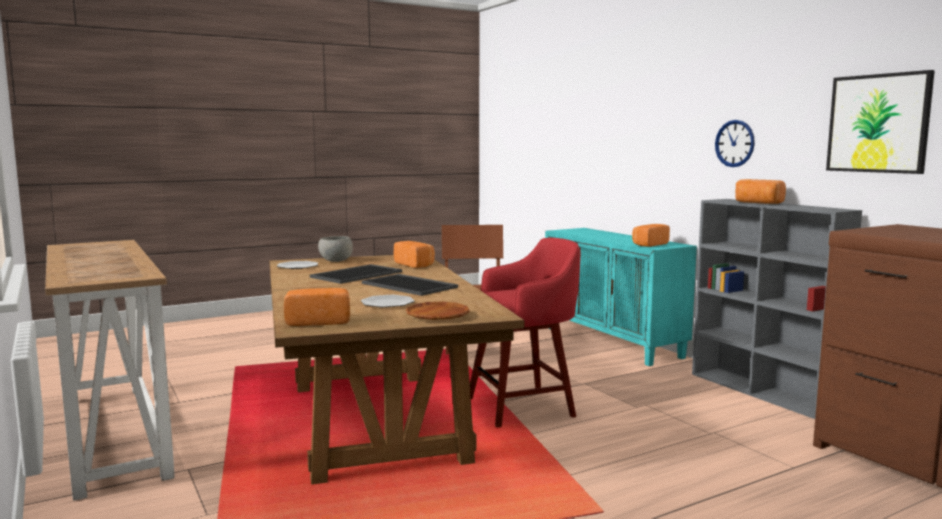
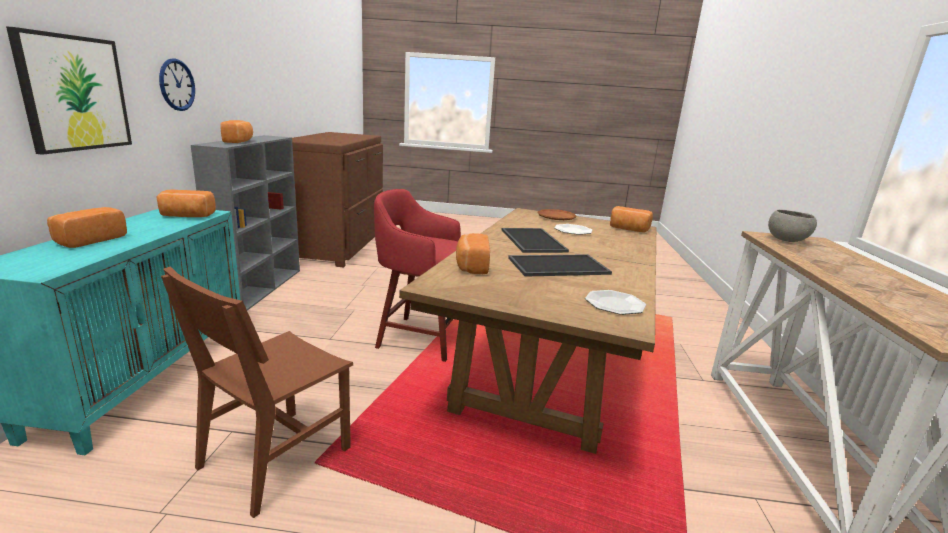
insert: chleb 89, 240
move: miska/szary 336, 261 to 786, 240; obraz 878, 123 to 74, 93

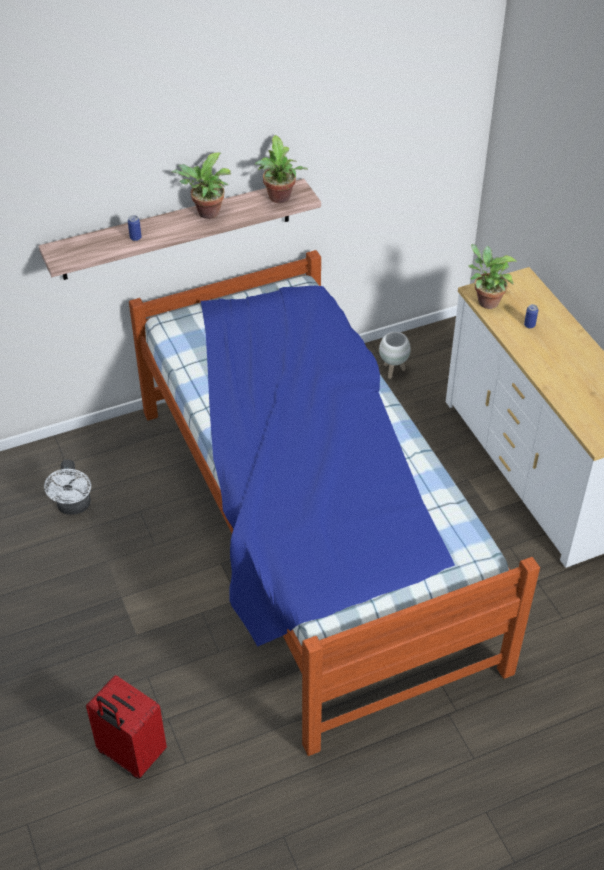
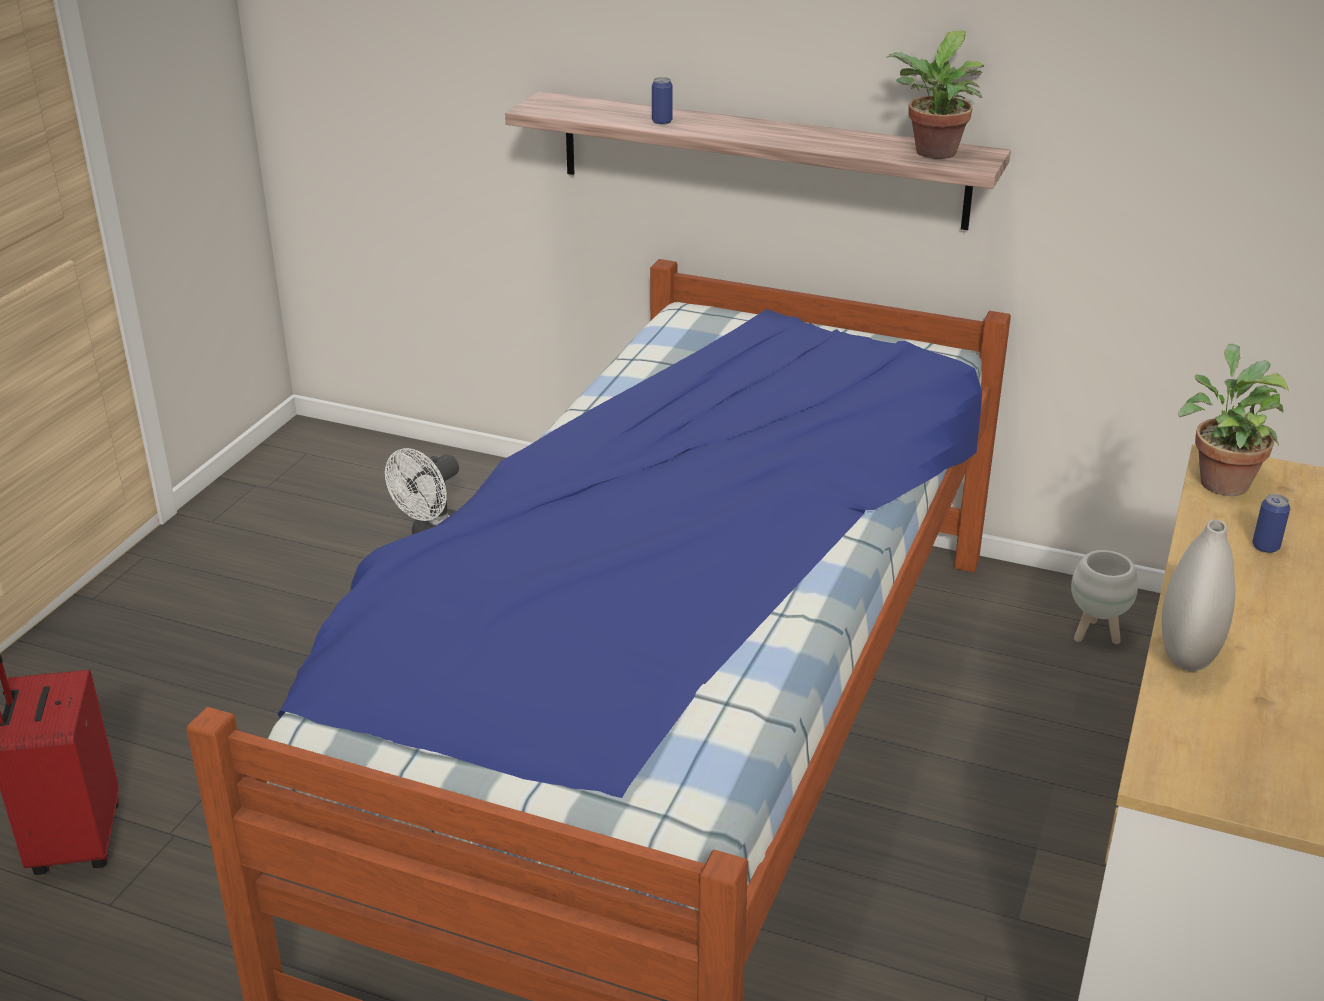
delete: roślina doniczkowa 206, 214
insert: wazon/biały 1188, 650

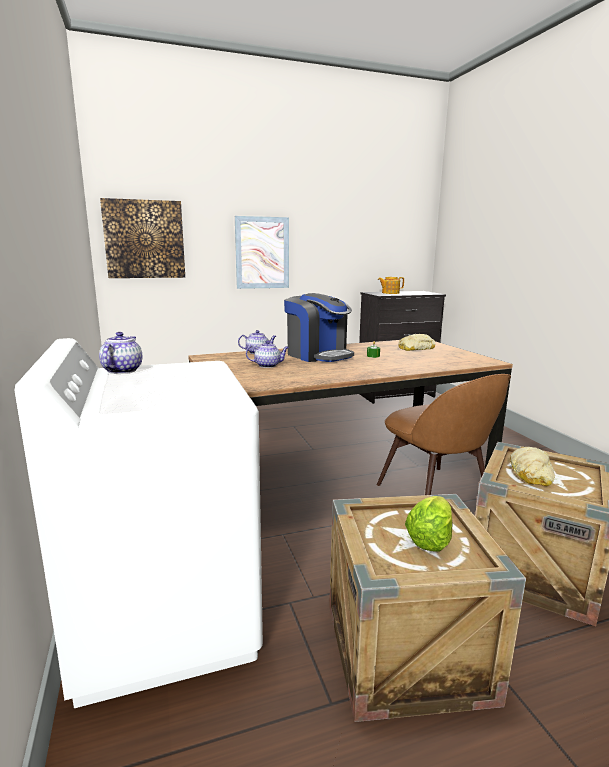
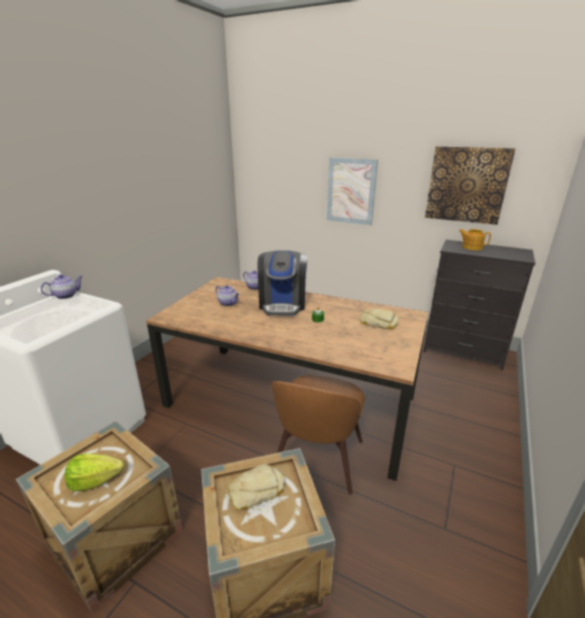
move: obraz 144, 239 to 466, 185

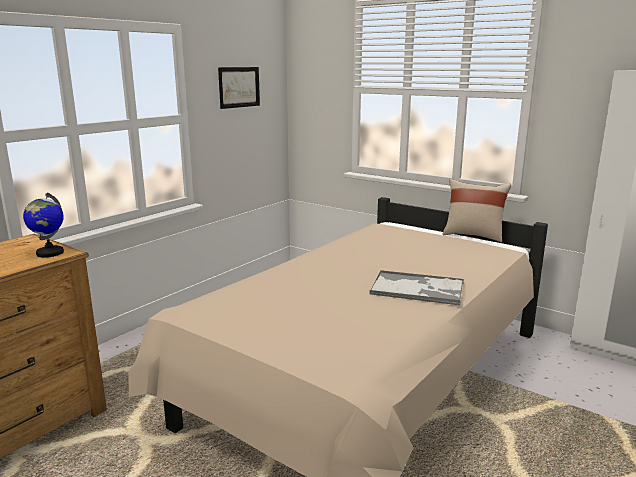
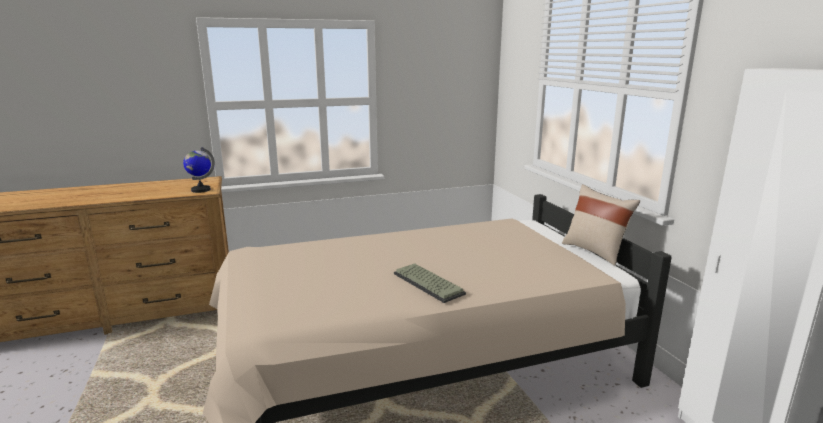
delete: obraz 239, 87
replace: taca 418, 289 to klawiatura 430, 283

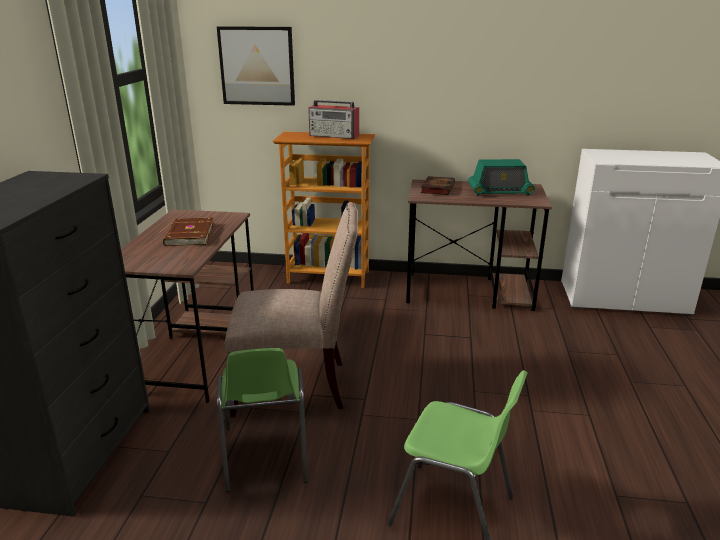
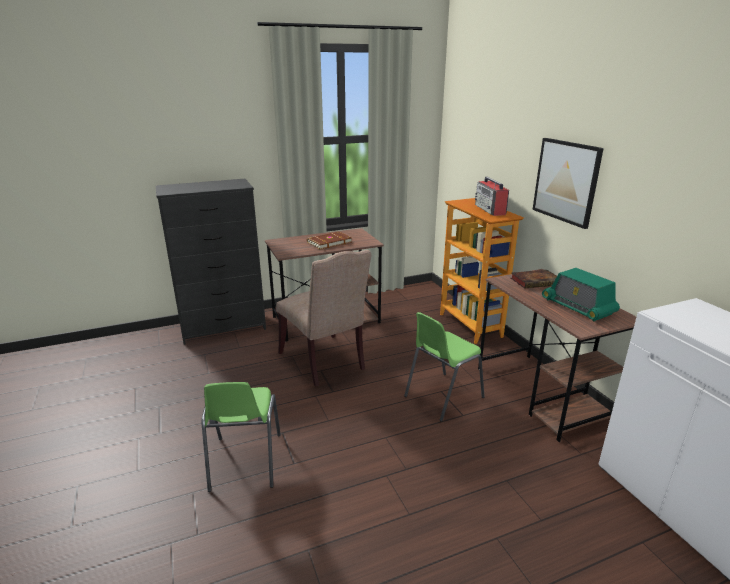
move: obraz 257, 66 to 566, 181; krzesło/zielony 265, 455 to 442, 396

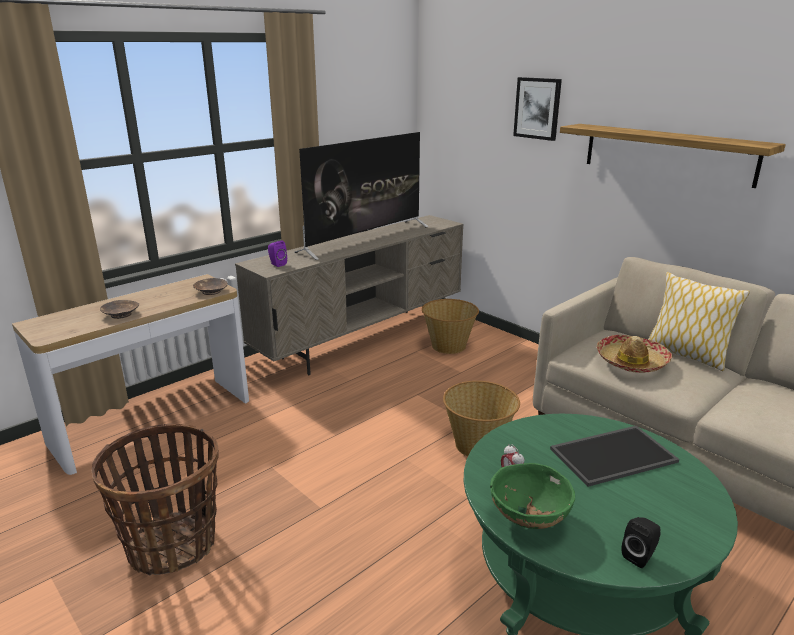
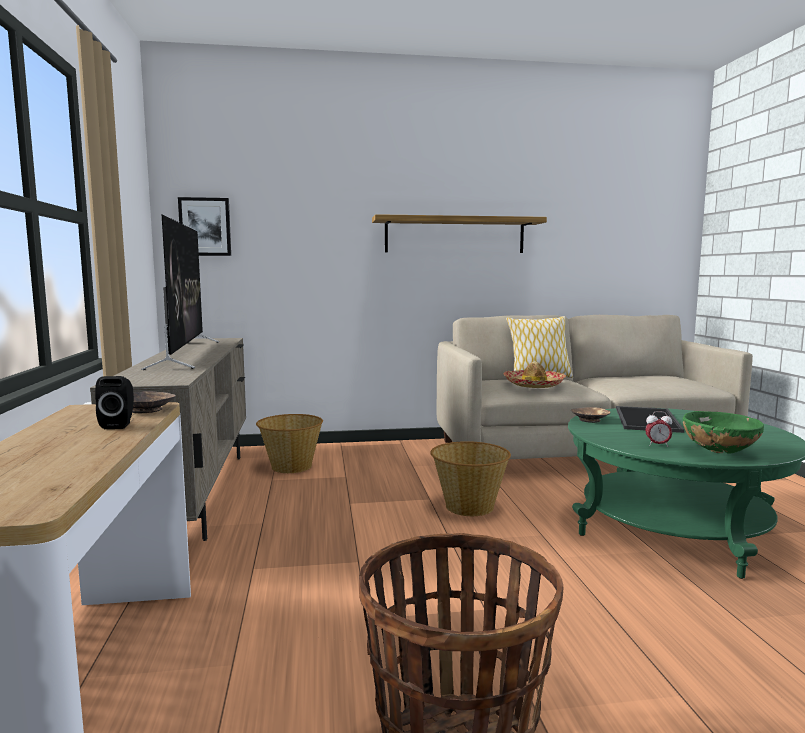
delete: głośnik/fioletowy 277, 264
move: miska/brązowy 121, 315 to 590, 420; obraz 537, 108 to 205, 227; głośnik/czarny 639, 556 to 119, 425

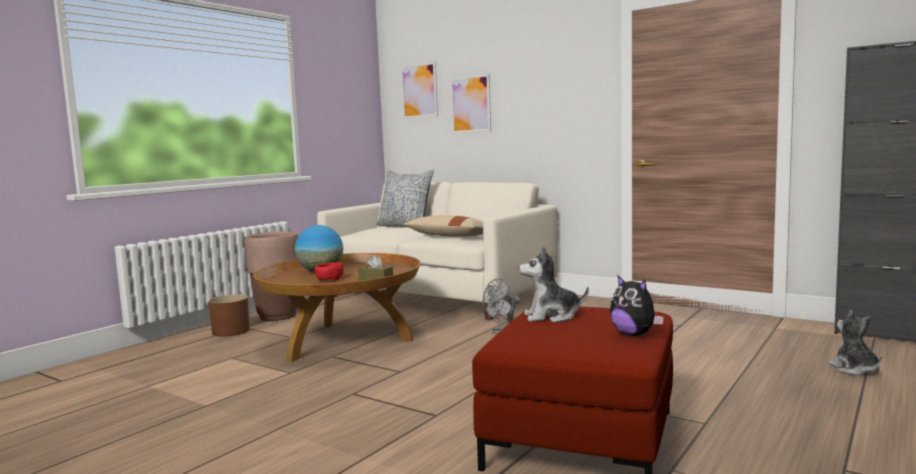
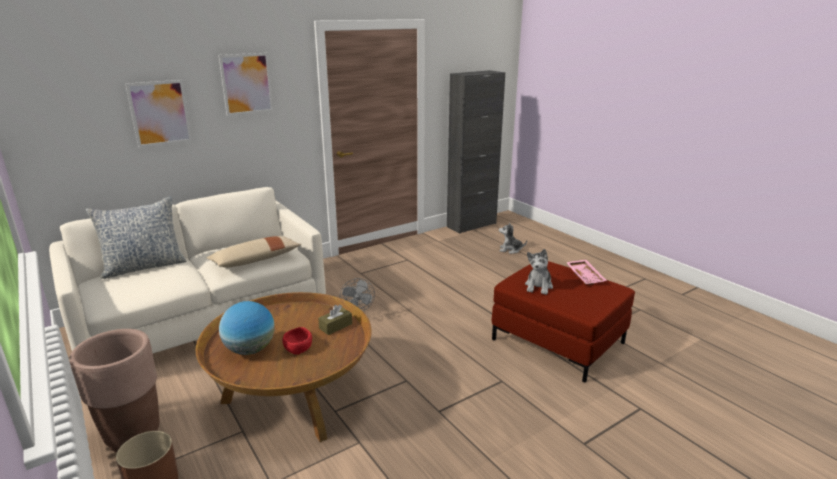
move: obraz 419, 90 to 247, 84
replace: pluszak 634, 334 to taca/różowy 586, 276

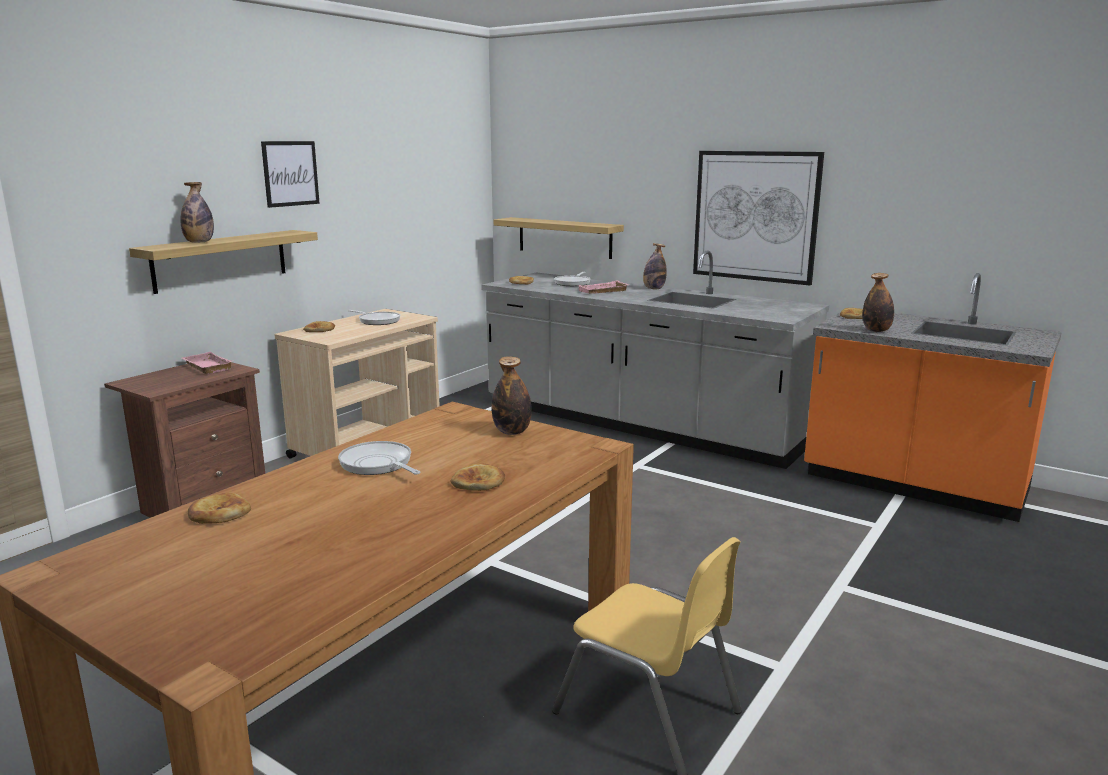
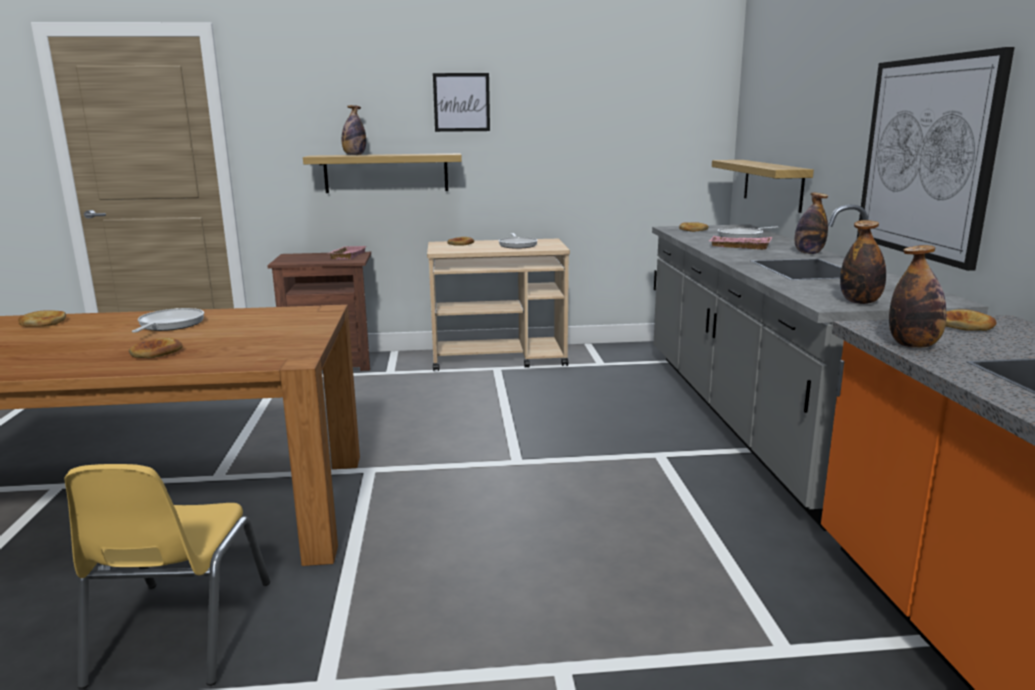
move: butelka 512, 432 to 860, 302

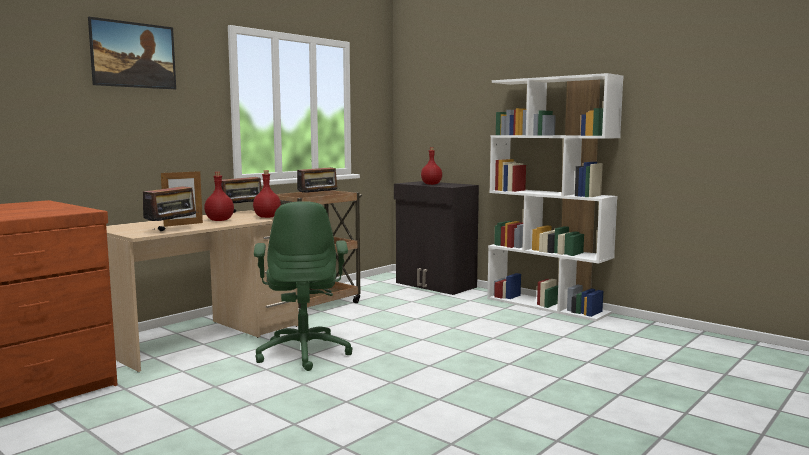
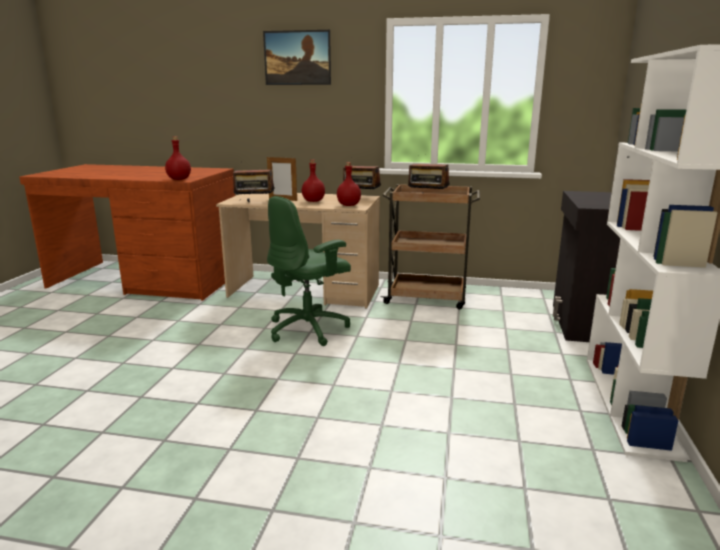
move: butelka/czerwony 431, 184 to 179, 179

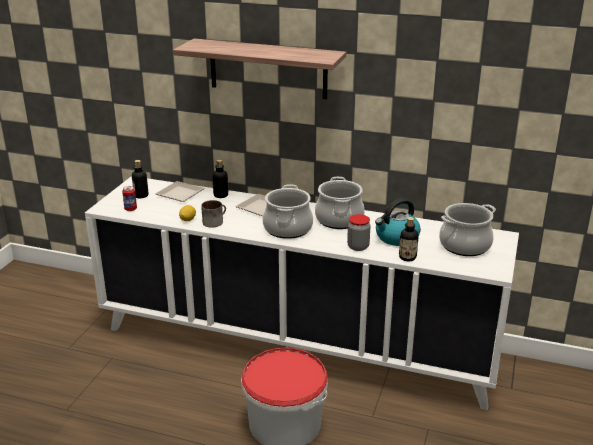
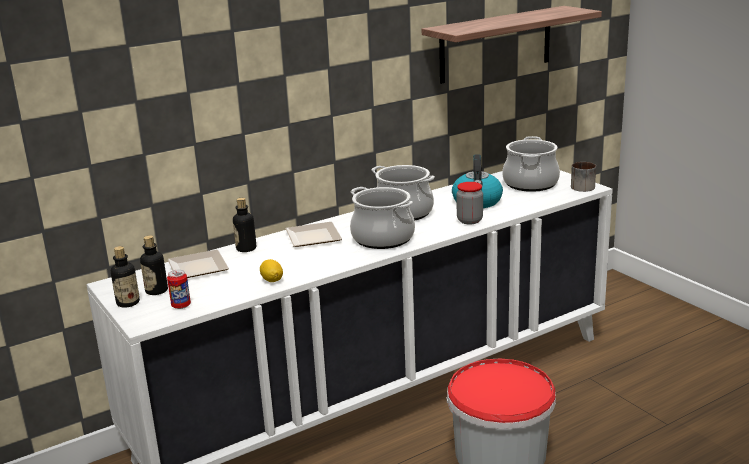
move: półka 268, 69 to 496, 44; kubek 214, 221 to 580, 186; butelka 407, 257 to 128, 303

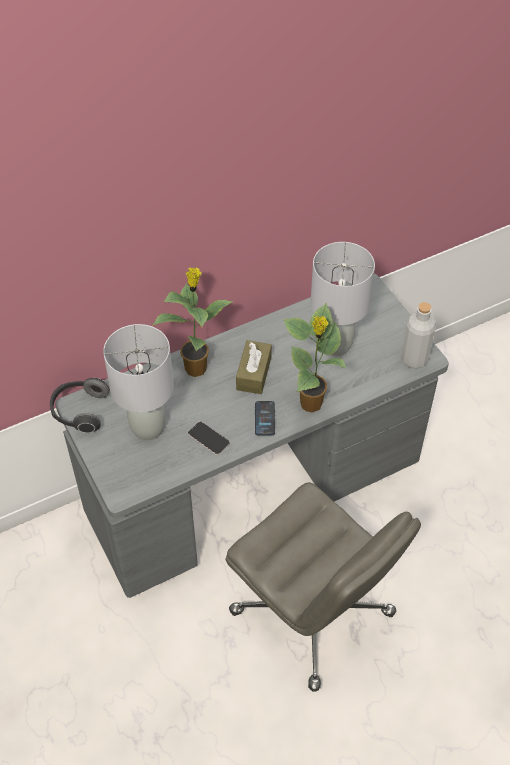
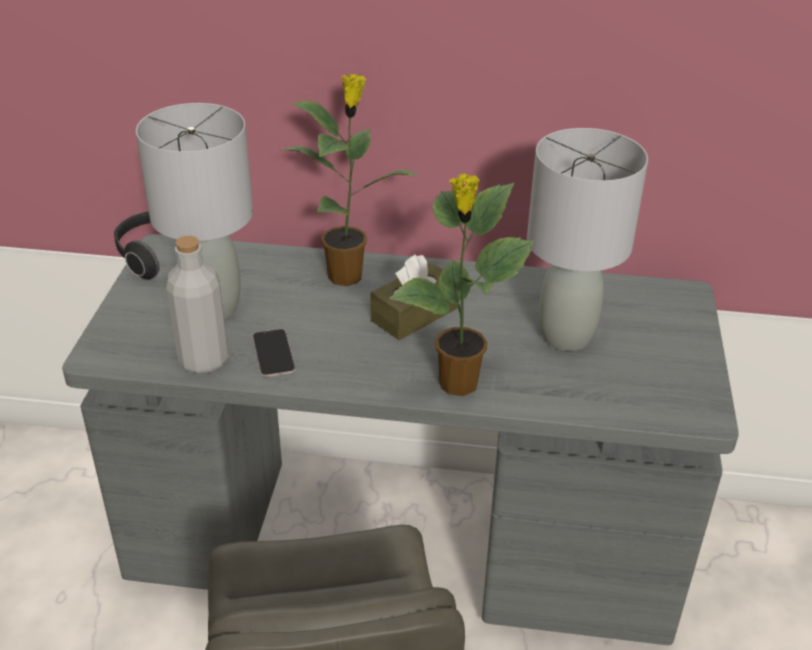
delete: telefon 264, 418
move: butelka/szary 414, 359 to 203, 360

